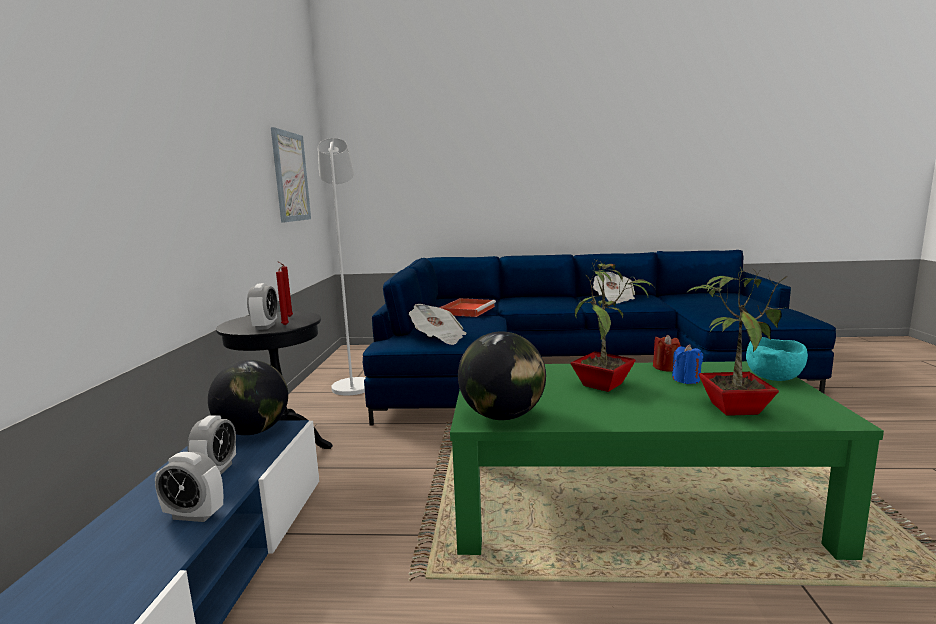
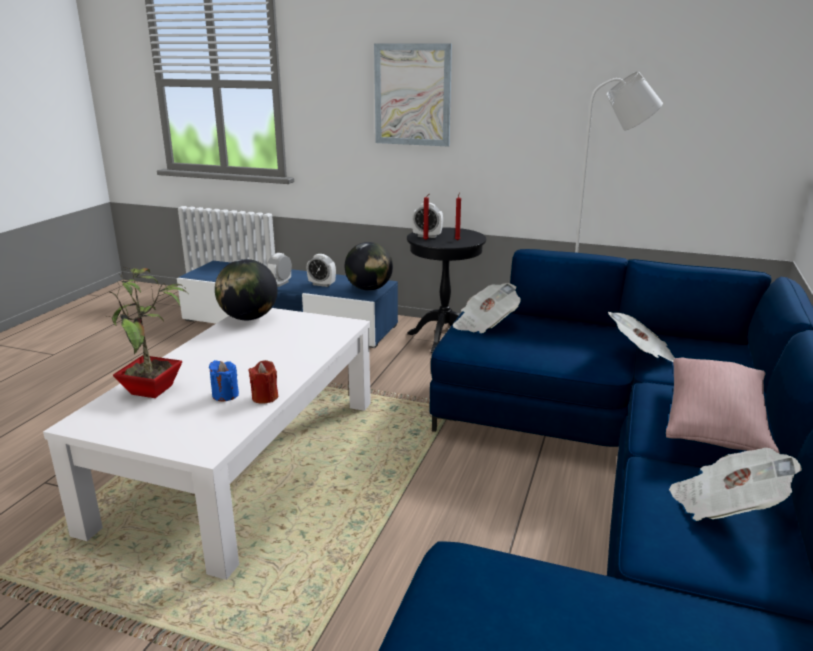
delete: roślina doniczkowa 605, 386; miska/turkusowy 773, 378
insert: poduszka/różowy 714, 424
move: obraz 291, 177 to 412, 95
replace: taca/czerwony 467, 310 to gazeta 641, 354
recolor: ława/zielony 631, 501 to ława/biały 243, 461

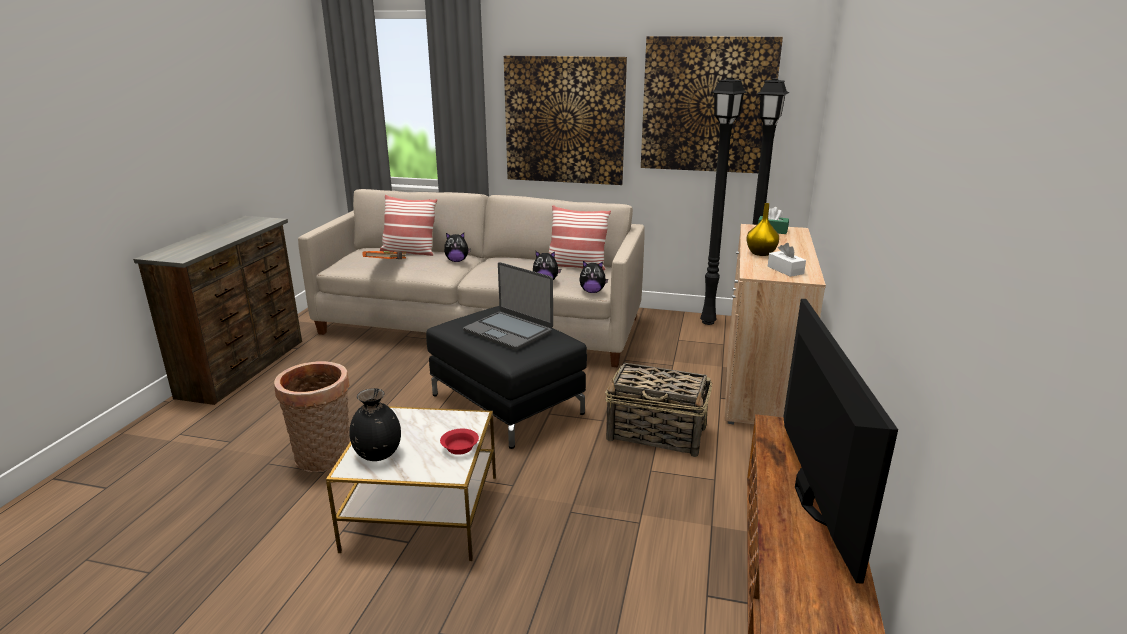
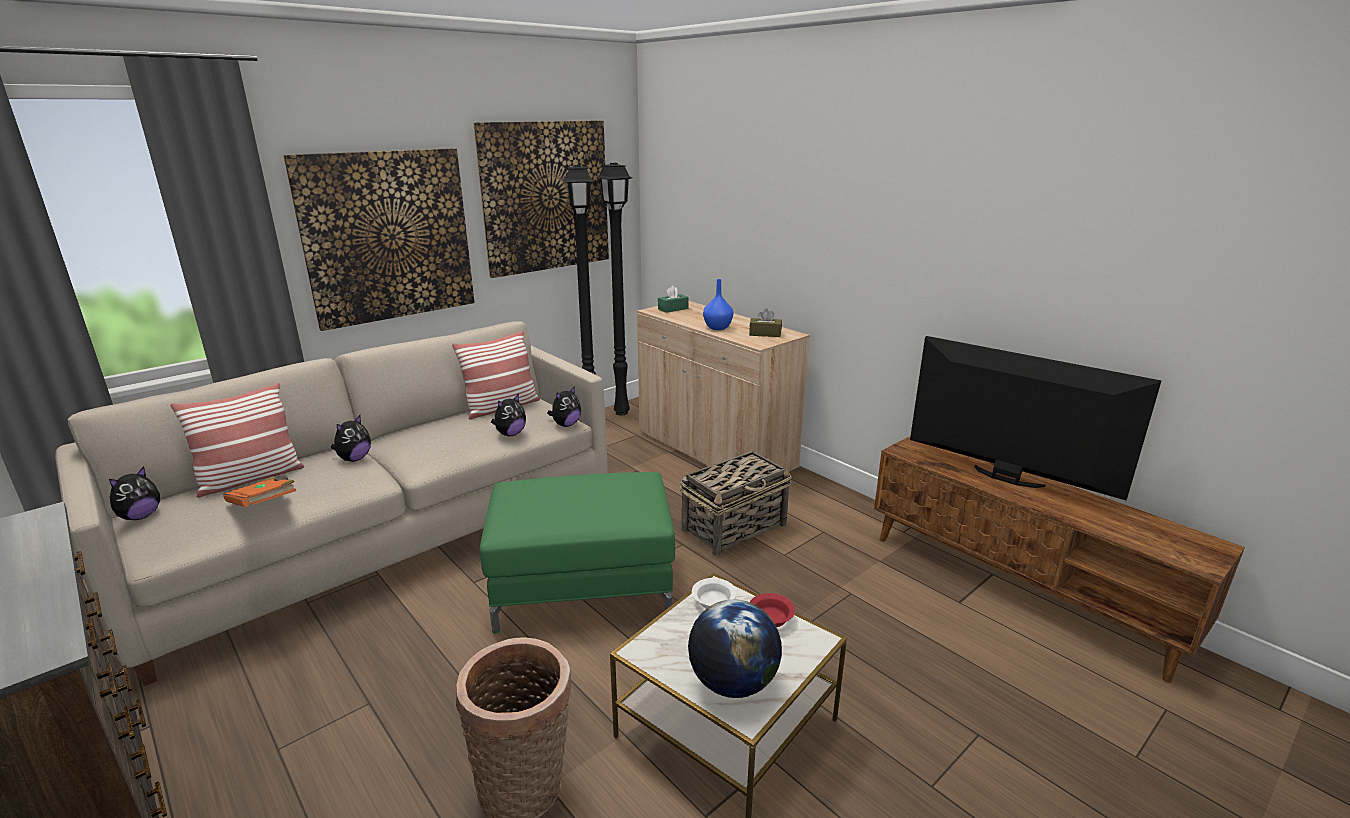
delete: laptop 508, 331
insert: pluszak 140, 516; miska/biały 712, 602
replace: wazon/czarny 377, 454 to globus 732, 683
recolor: pufa/czarny 508, 404 to pufa/zielony 584, 586; wazon/żółty 761, 253 to wazon/niebieski 718, 327; pudełko chusteczek/biały 785, 270 to pudełko chusteczek/brązowy 765, 334

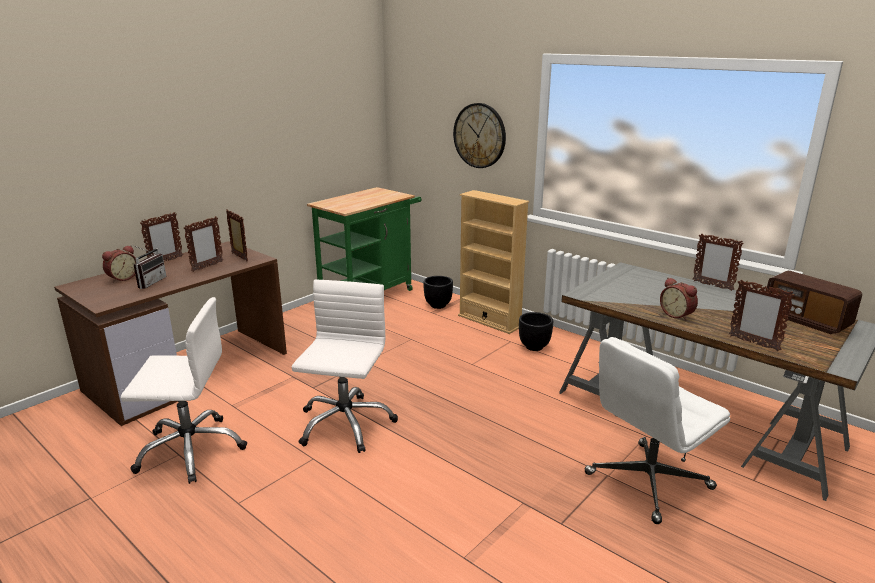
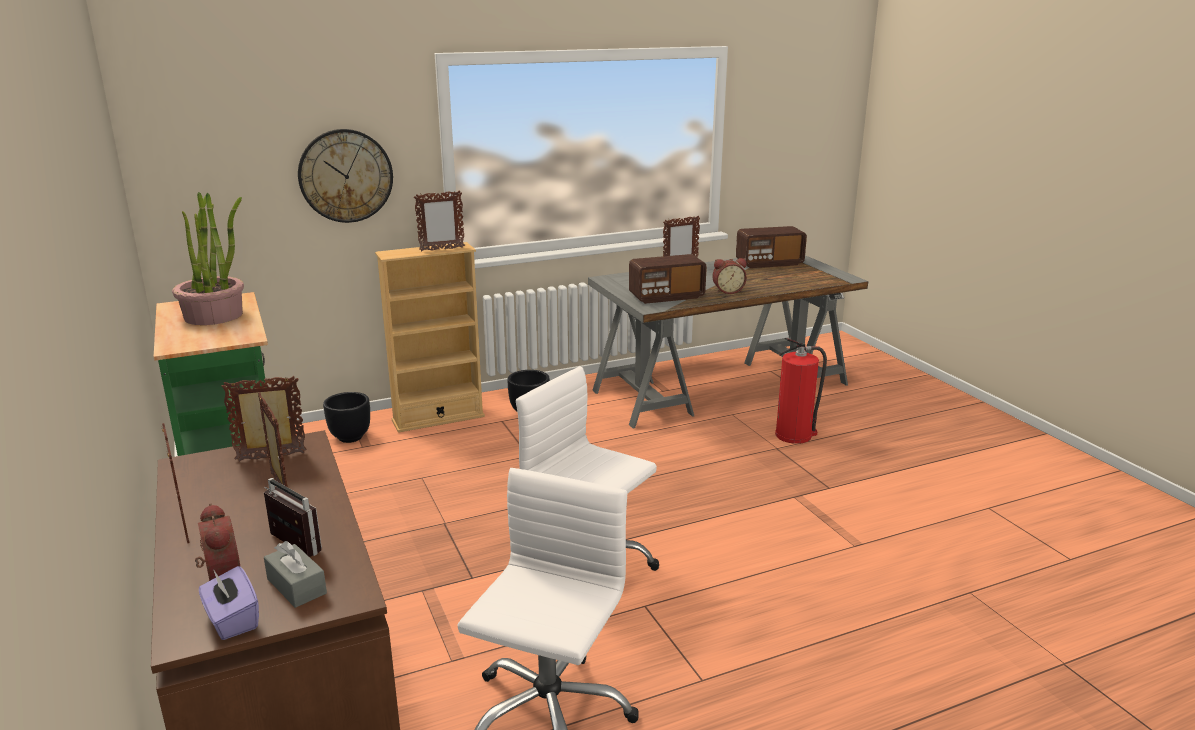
insert: roślina doniczkowa 214, 315; pudełko chusteczek/fioletowy 232, 620; pudełko chusteczek/szary 296, 586; radio 666, 297
move: ramka na zdjęcie 753, 343 to 441, 249
replace: krzesło biurowe/biały 647, 482 to gaśnica 794, 435

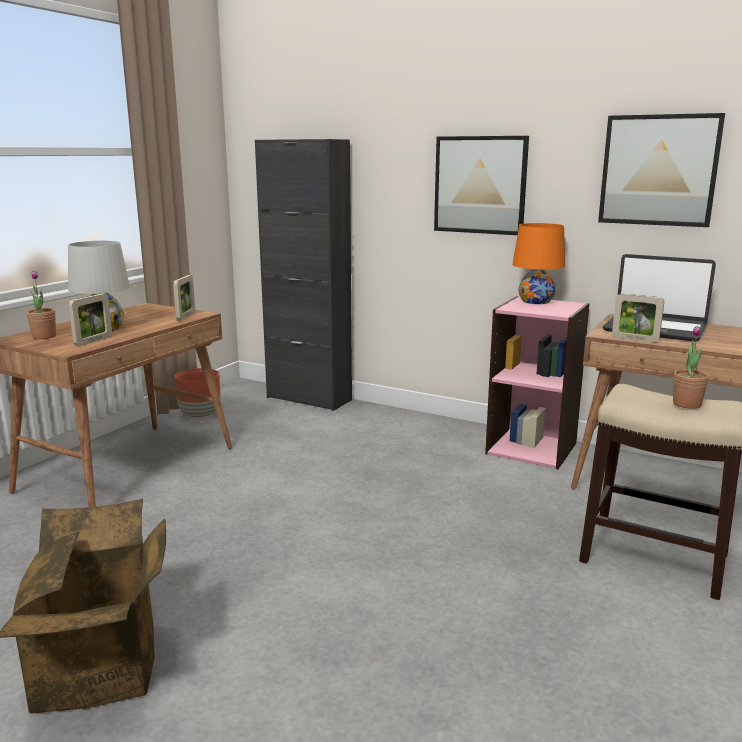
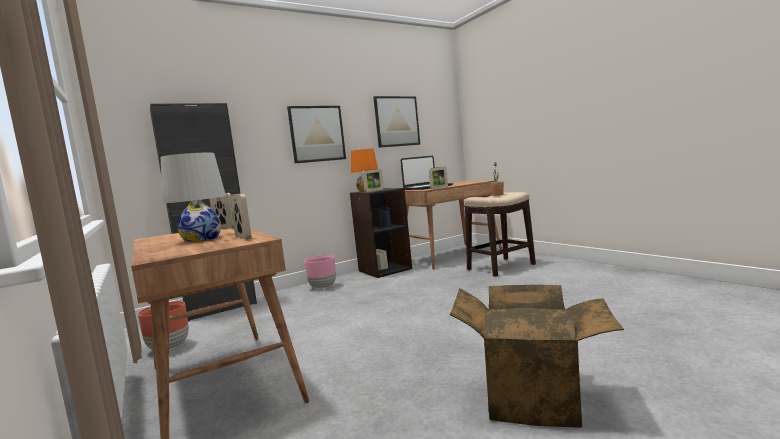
delete: roślina doniczkowa 44, 336
insert: donica/różowy 323, 287; ramka na zdjęcie 374, 190
recolor: regał/różowy 532, 448 to regał/czarny 384, 270

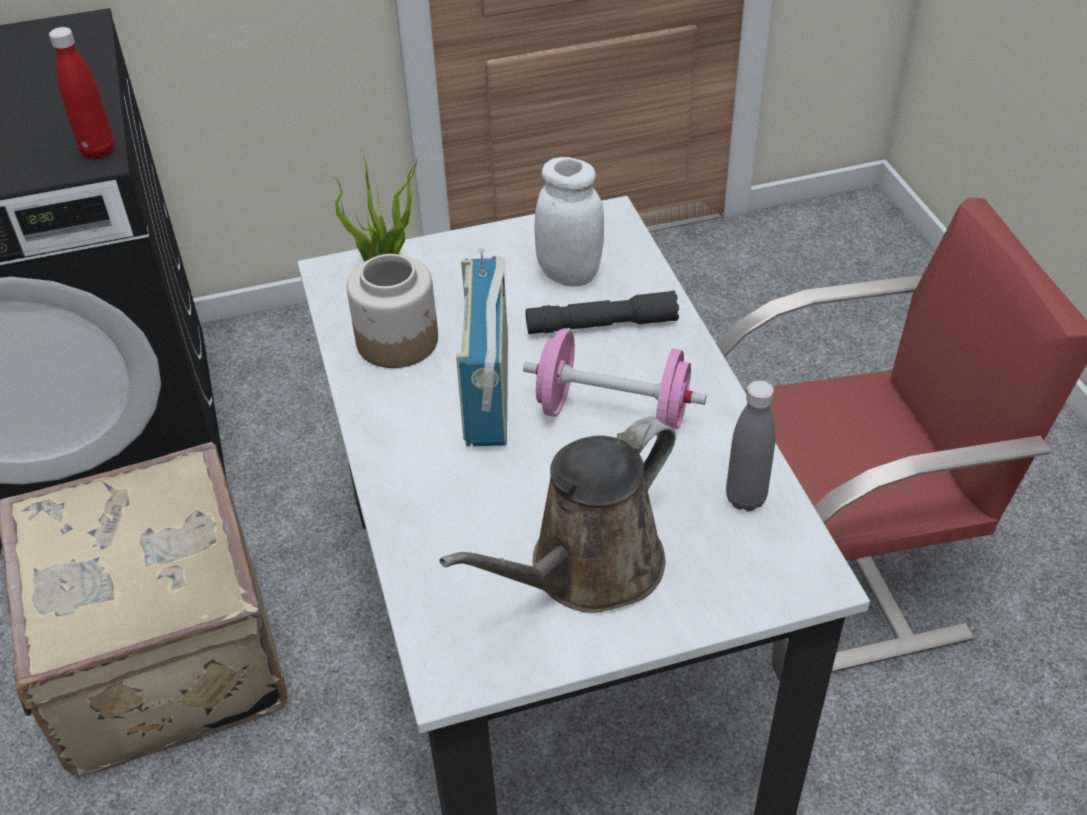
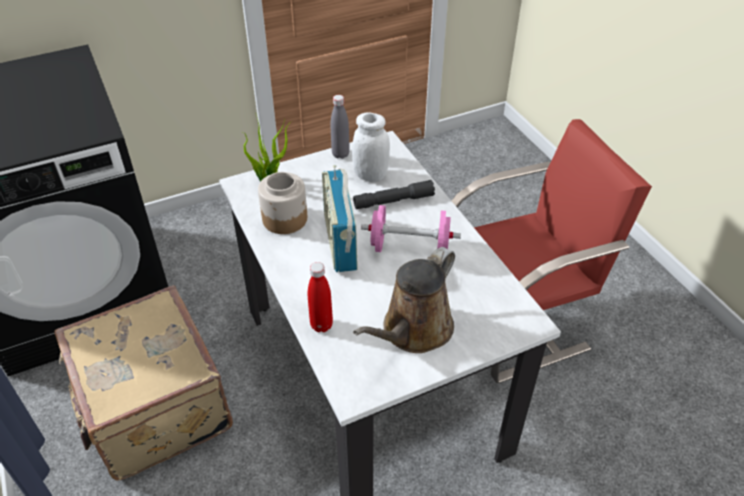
move: butelka/czerwony 98, 151 to 321, 325; butelka/szary 745, 498 to 340, 154

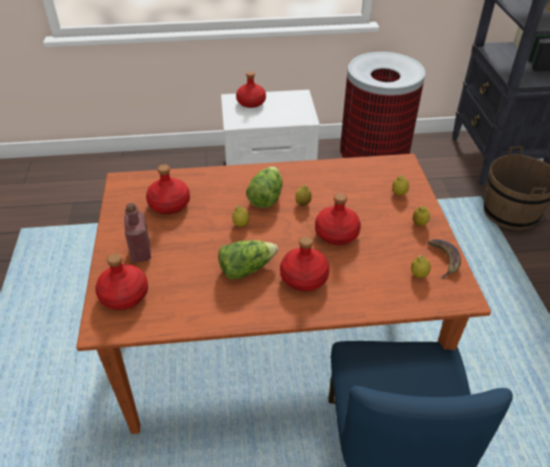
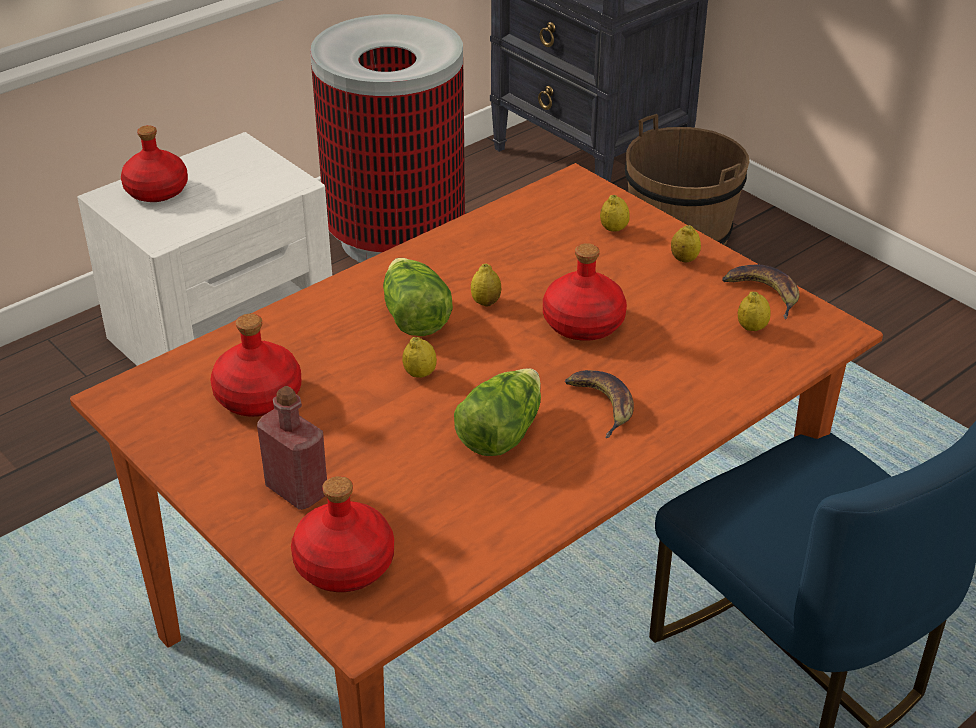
replace: butelka/czerwony 304, 278 to banan 602, 405

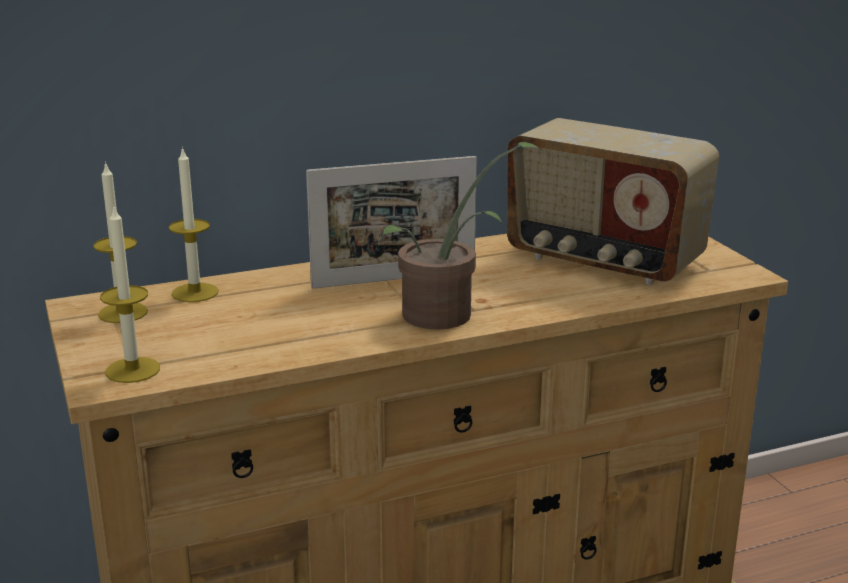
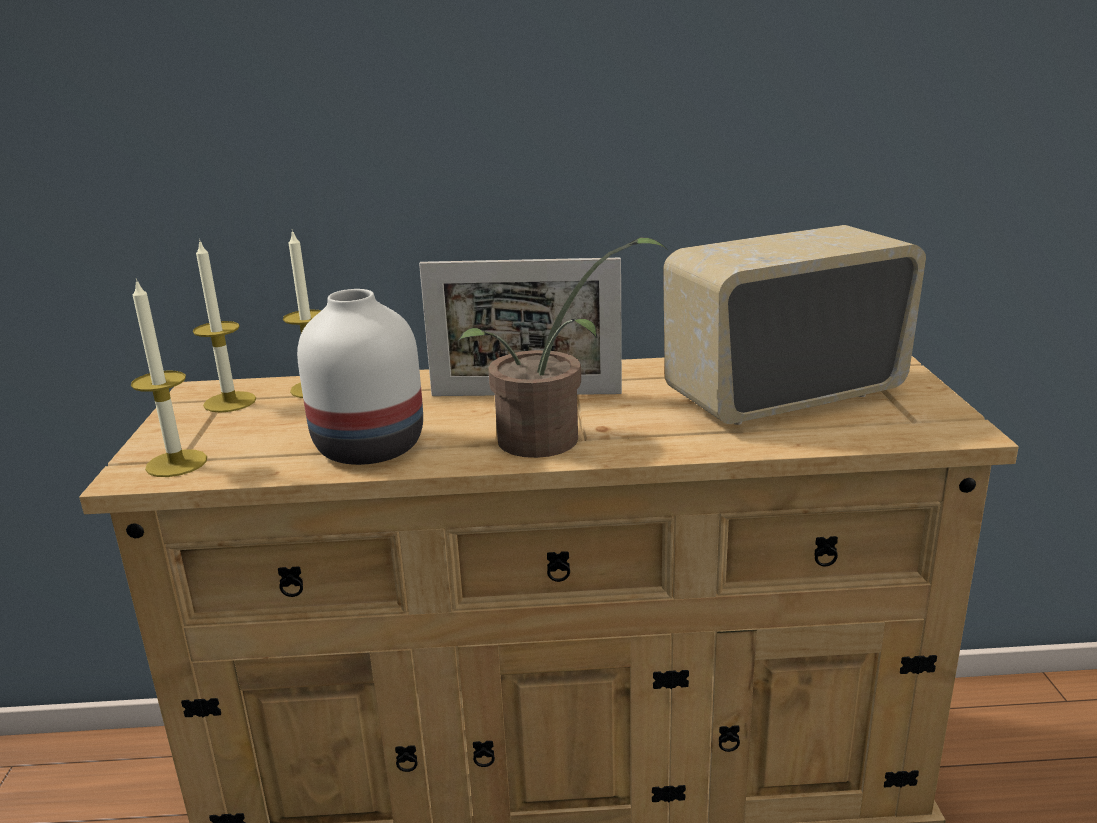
insert: wazon/biały 370, 448
rotate: radio 603, 261 = 782, 397 105 degrees clockwise

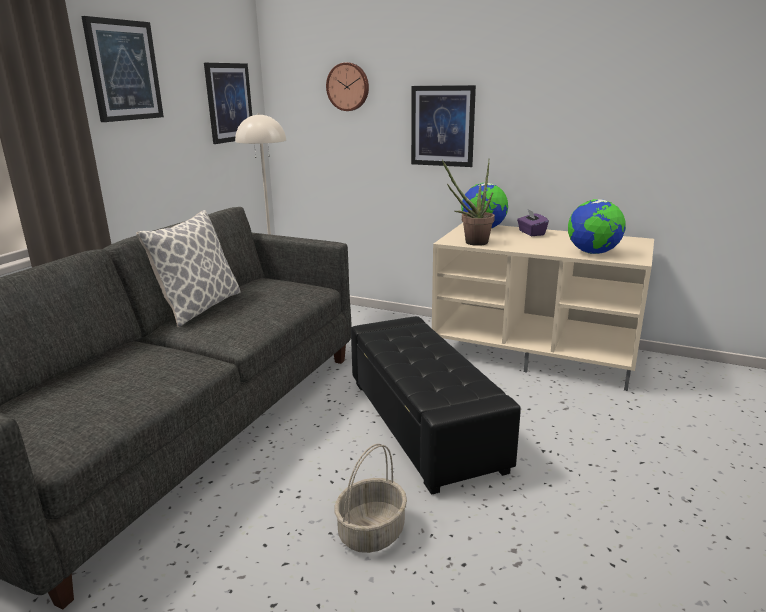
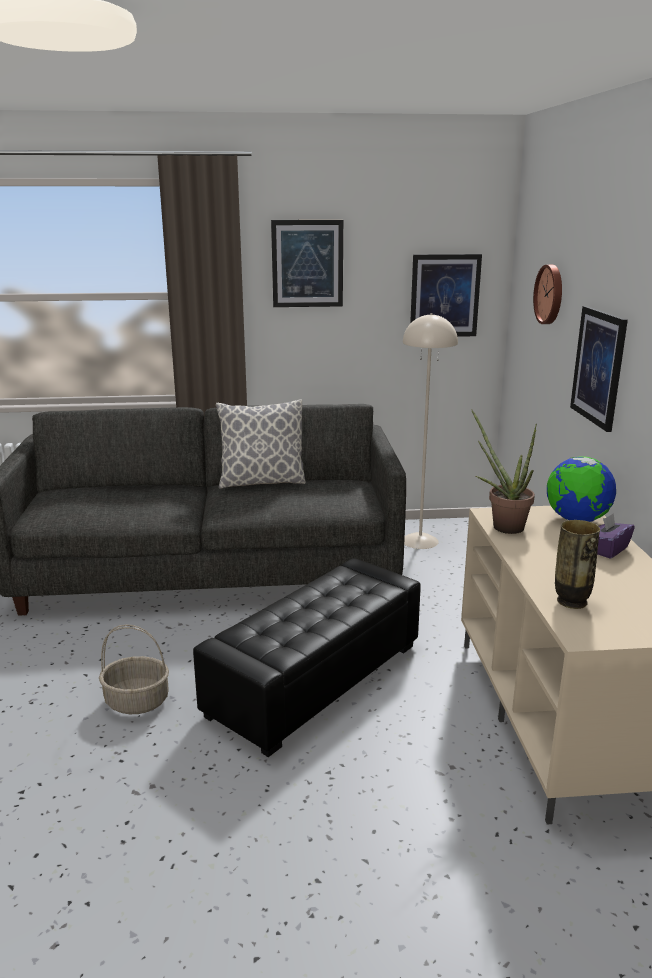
replace: globus 593, 253 to wazon 571, 602

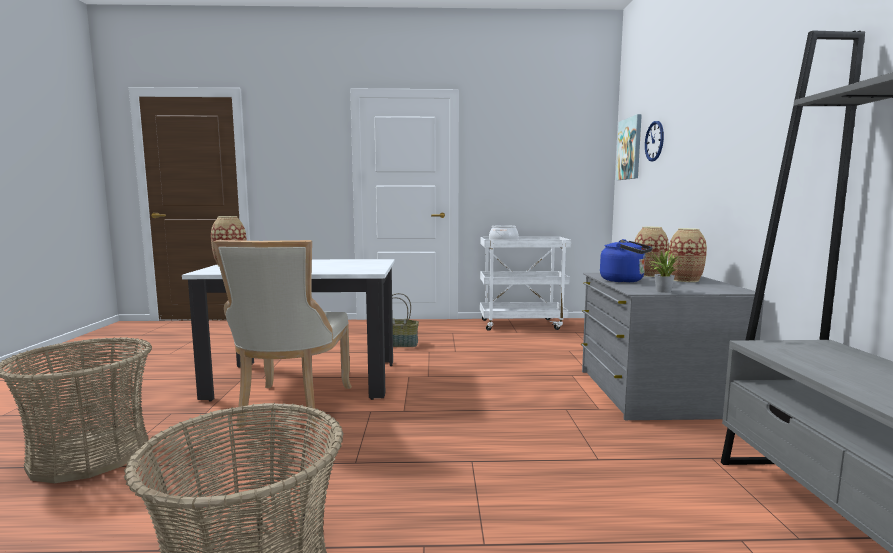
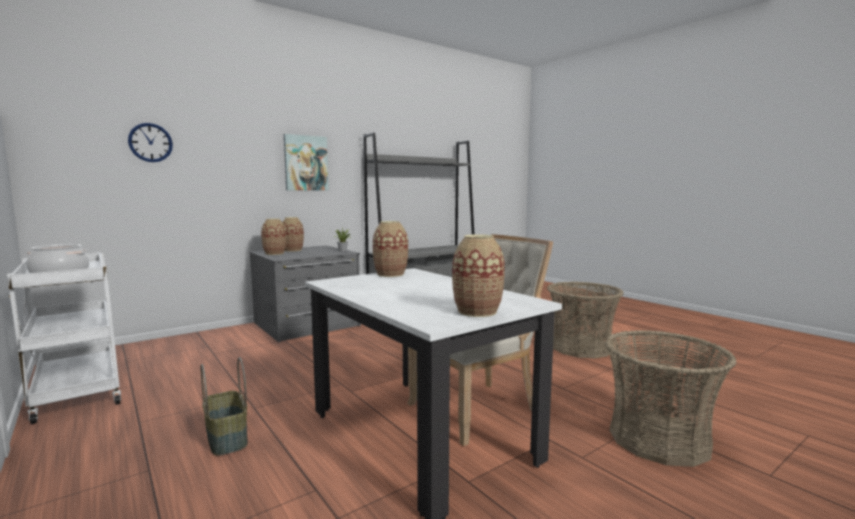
delete: czajnik/niebieski 625, 280
insert: wazon 390, 274
move: obraz 630, 149 to 306, 163

